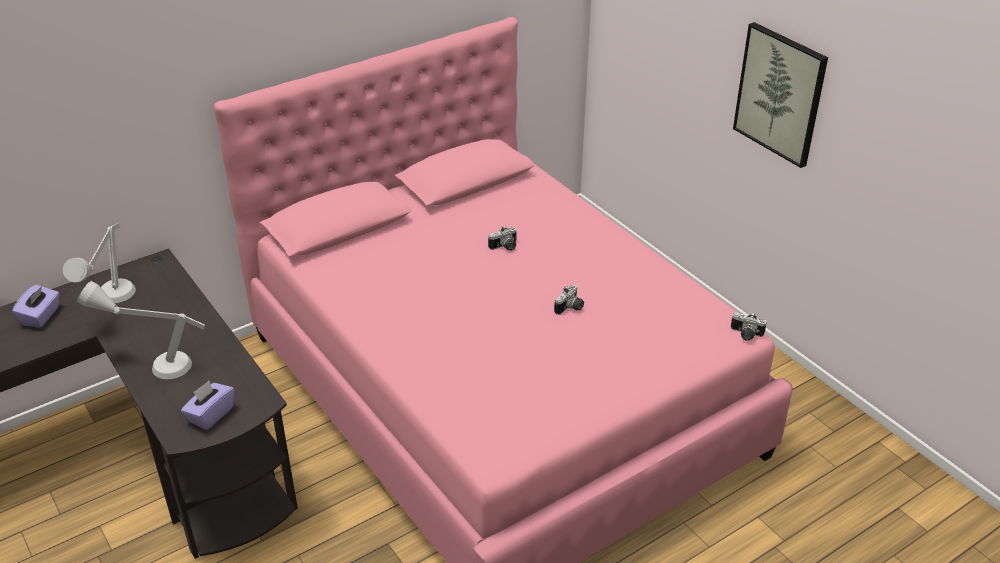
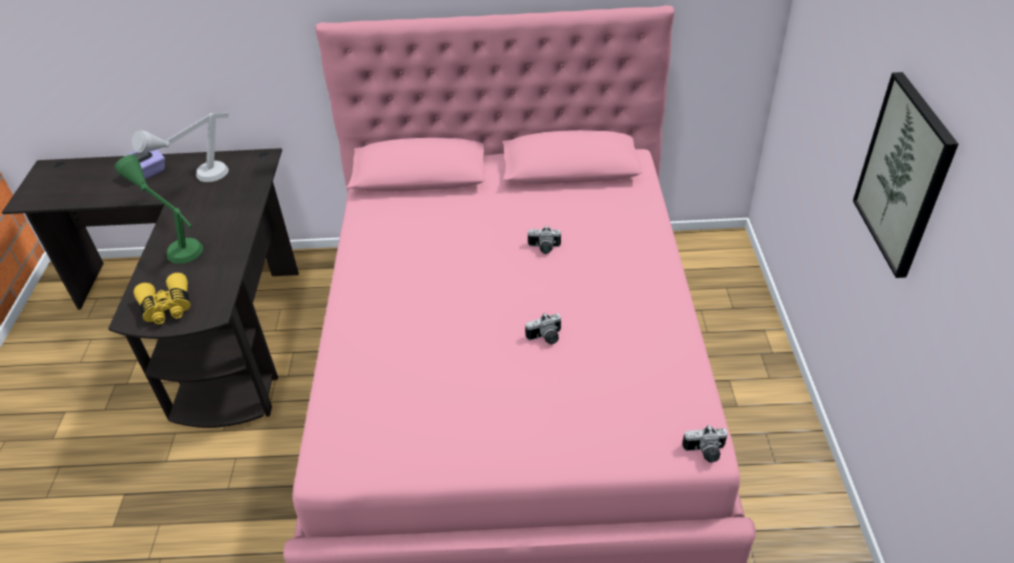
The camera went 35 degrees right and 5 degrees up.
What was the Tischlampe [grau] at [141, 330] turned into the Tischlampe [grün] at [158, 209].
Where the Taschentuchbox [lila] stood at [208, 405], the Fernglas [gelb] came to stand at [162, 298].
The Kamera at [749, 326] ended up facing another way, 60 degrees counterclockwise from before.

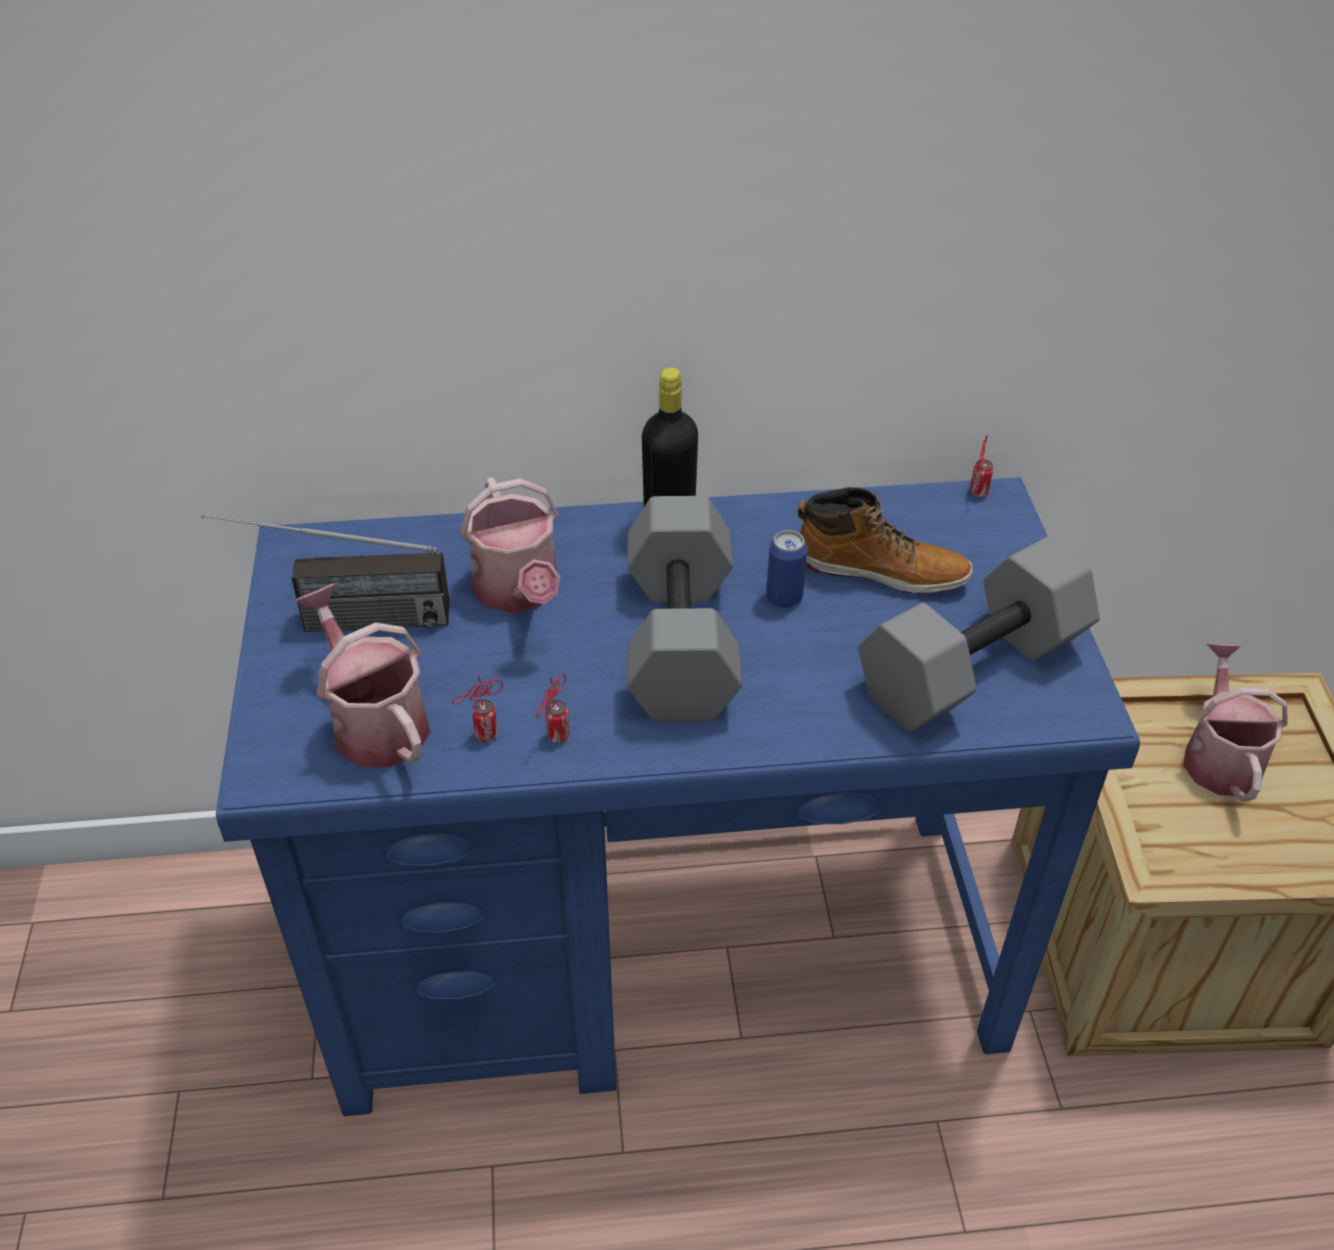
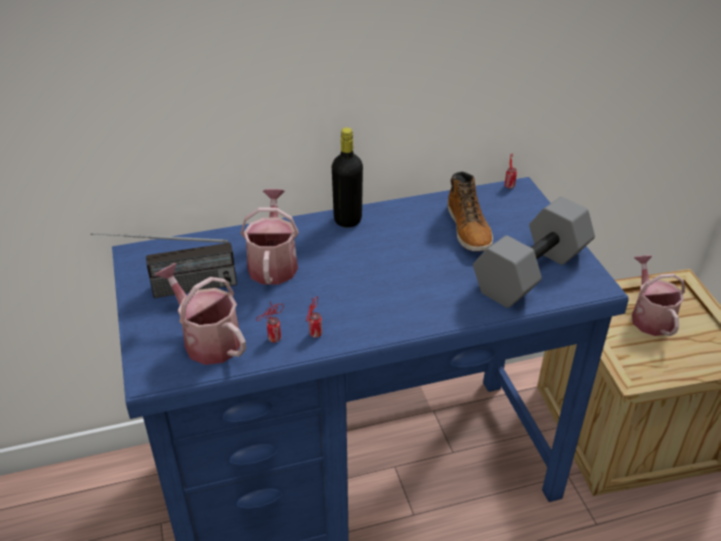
The camera went 10 degrees left and 5 degrees down.
The Gießkanne at [510, 545] ended up facing another way, 150 degrees counterclockwise from before.
The second view lost the Hantel [grau] at [684, 609].
The second view lost the Dose at [786, 569].
The Stiefel at [885, 540] ended up facing another way, 75 degrees clockwise from before.

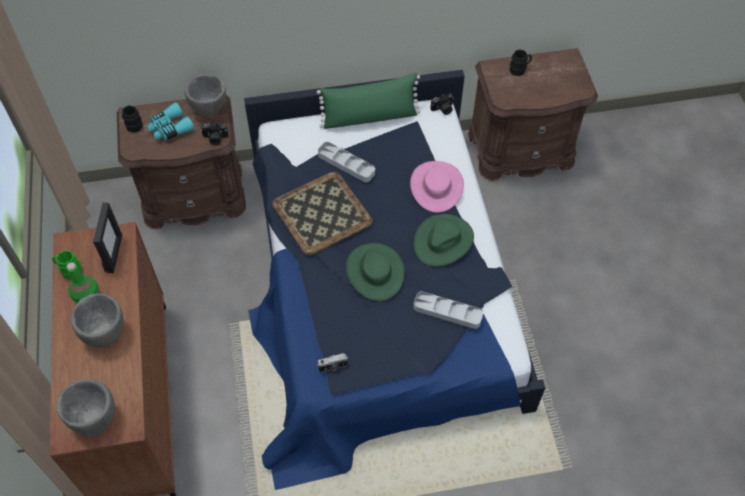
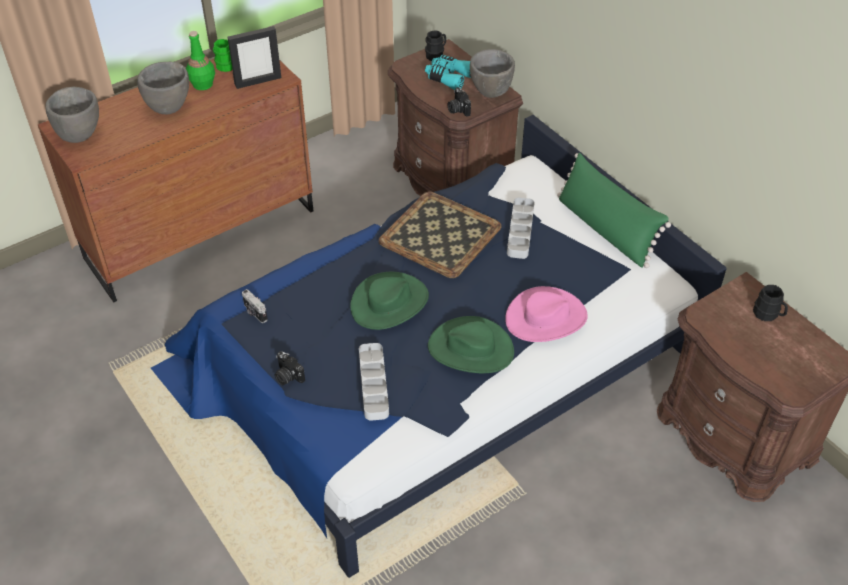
The camera went 65 degrees right and 10 degrees down.
The Kamera ended up elsewhere, having gone from [442, 104] to [289, 368].

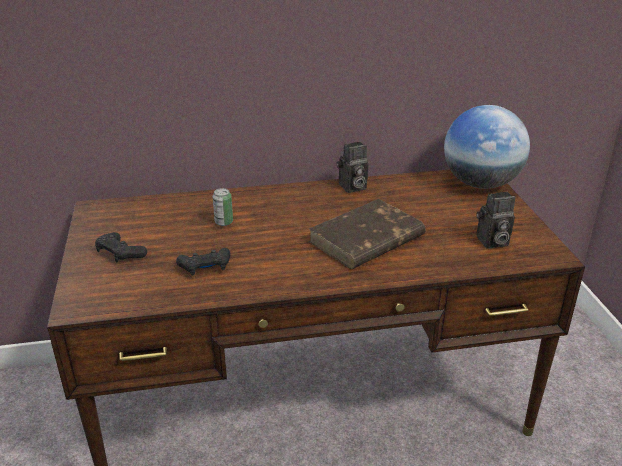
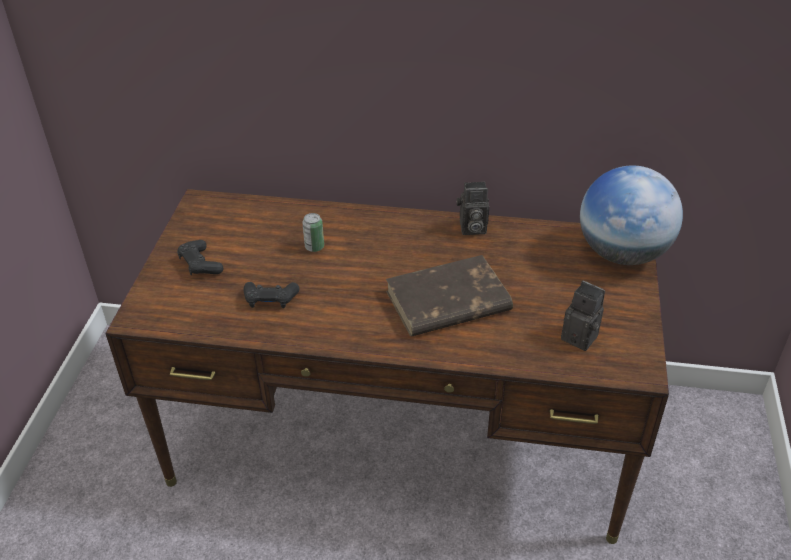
The camera went 20 degrees right and 10 degrees up.
The Kamera at [496, 220] ended up facing another way, 150 degrees counterclockwise from before.

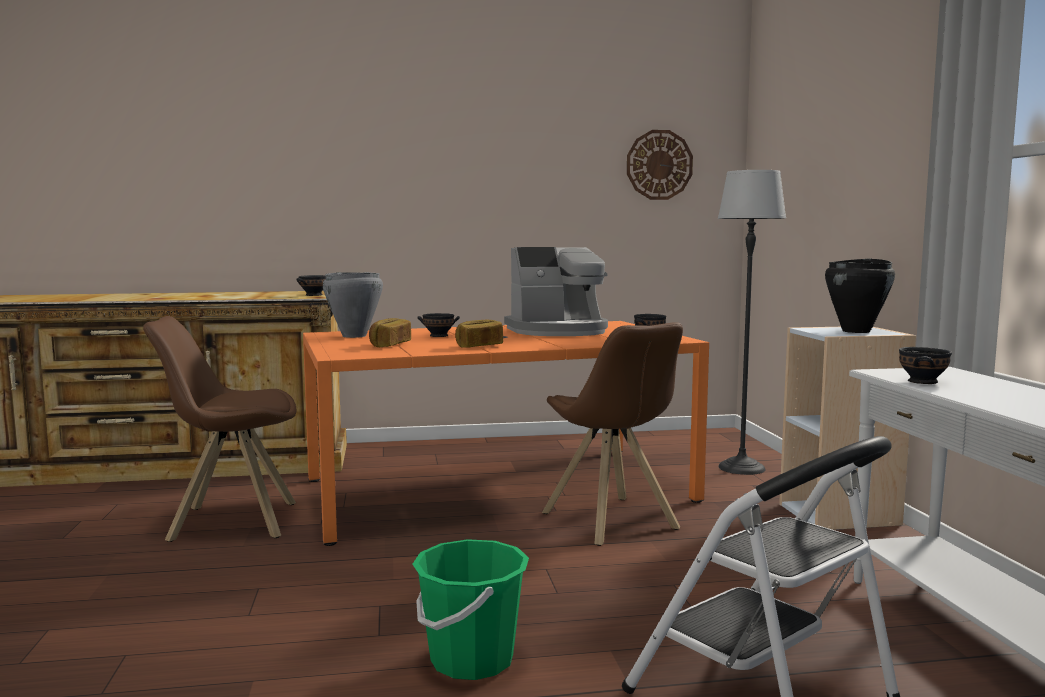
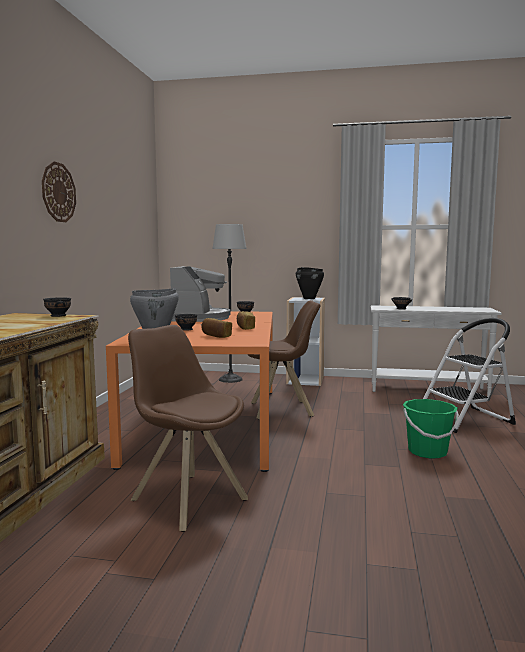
The camera went 70 degrees left and 0 degrees up.
The Stuhl [braun] at [219, 429] ended up facing another way, 120 degrees clockwise from before.
The Wanduhr ended up elsewhere, having gone from [660, 165] to [59, 191].

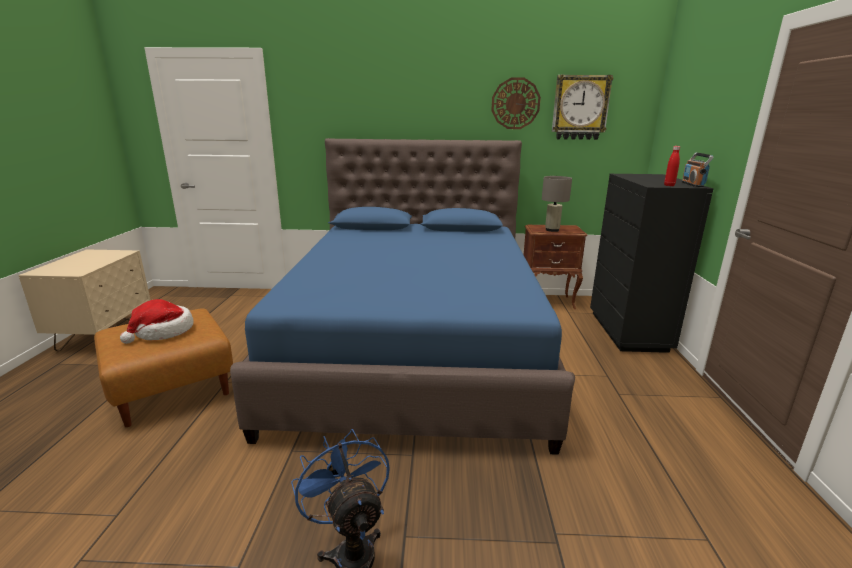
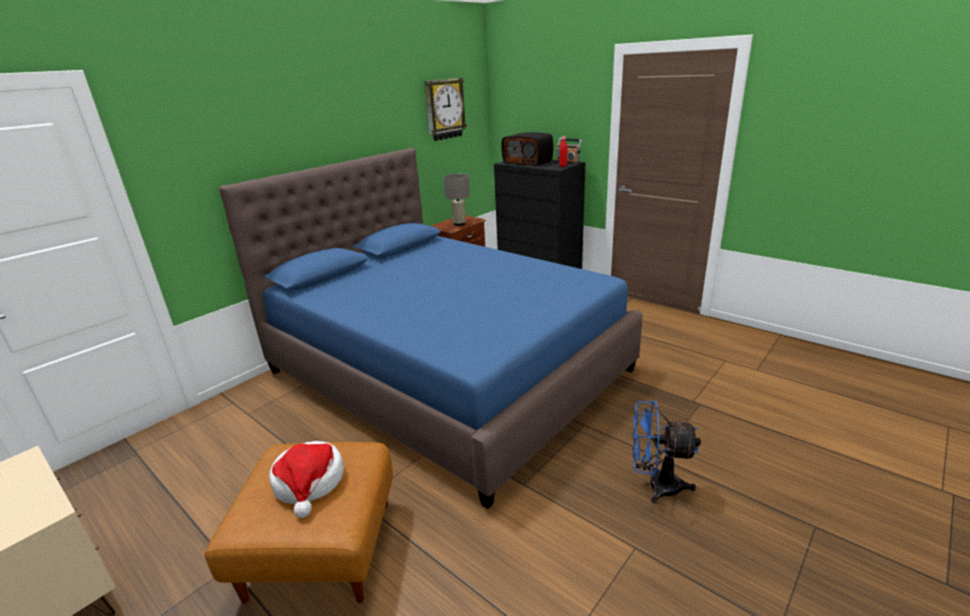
The camera went 50 degrees left and 5 degrees up.
The second view lost the Wanduhr at [516, 103].
The second view gained the Radio at [527, 149].

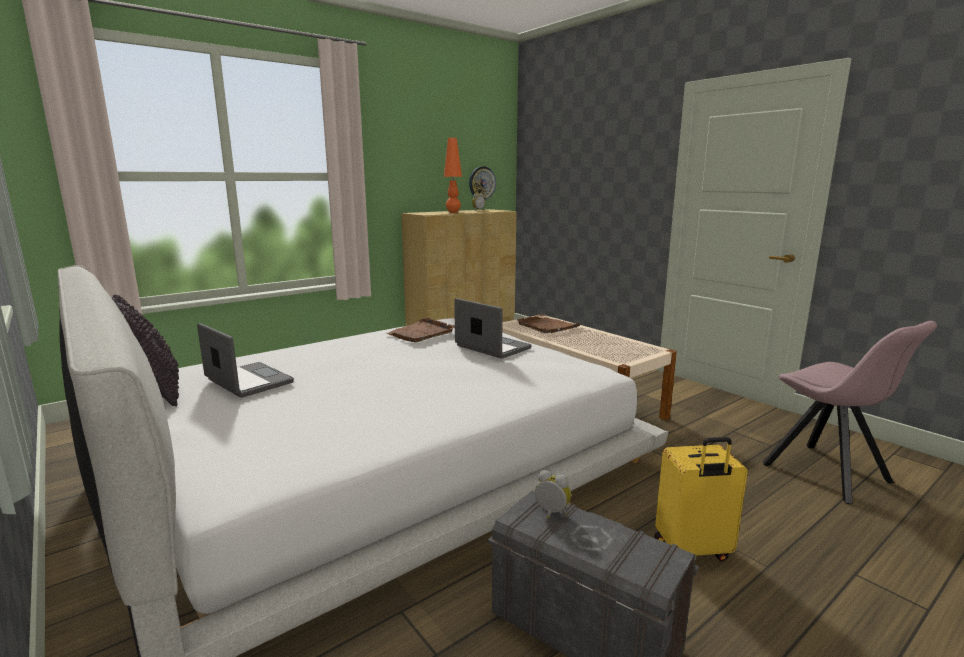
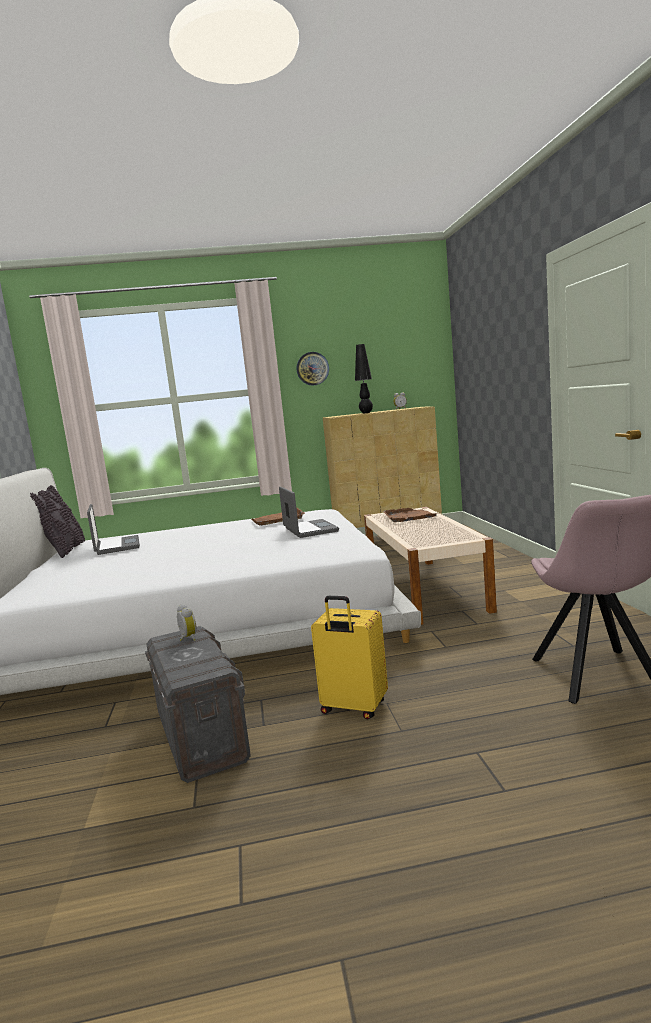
The camera went 30 degrees right and 5 degrees down.
What was the Tischlampe [orange] at [453, 175] turned into the Tischlampe [schwarz] at [364, 379].
The Wanduhr ended up elsewhere, having gone from [482, 183] to [313, 369].

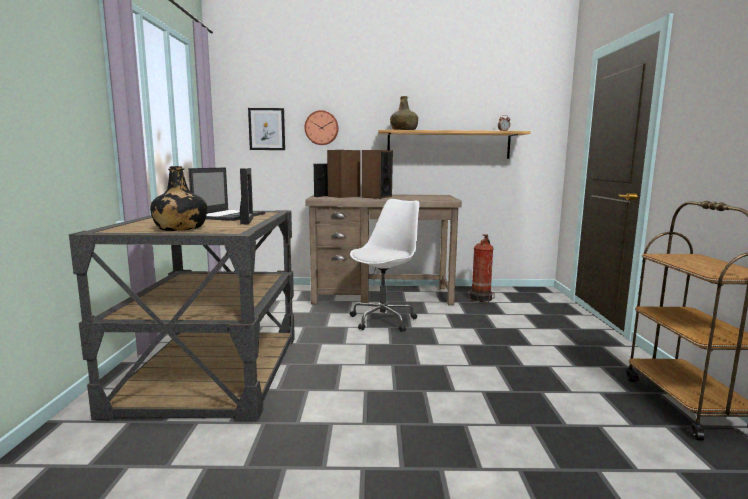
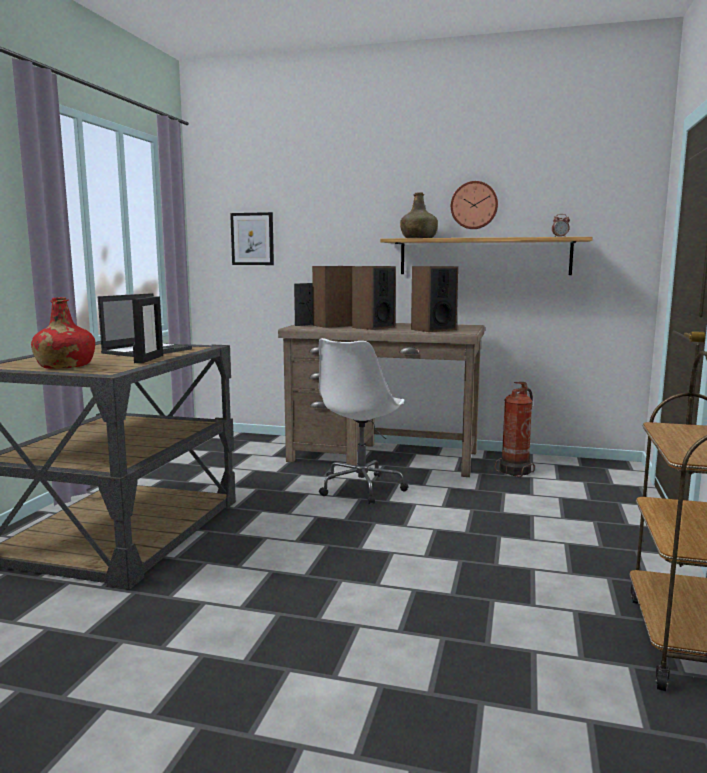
The camera went 15 degrees right and 0 degrees up.
What was the Flasche [schwarz] at [178, 198] turned into the Flasche [rot] at [63, 333].
The Wanduhr ended up elsewhere, having gone from [322, 127] to [474, 205].
The Bürostuhl [weiß] at [384, 265] ended up facing another way, 150 degrees clockwise from before.
The second view gained the Lautsprecher at [434, 299].

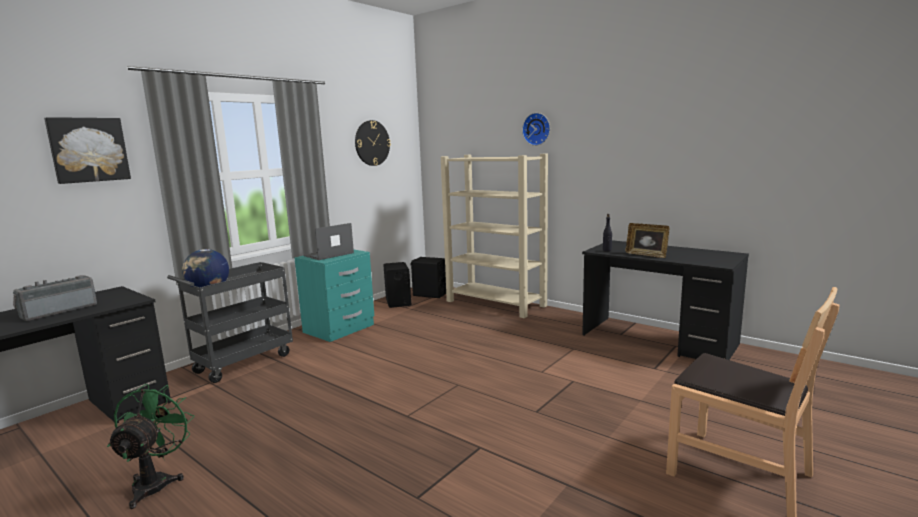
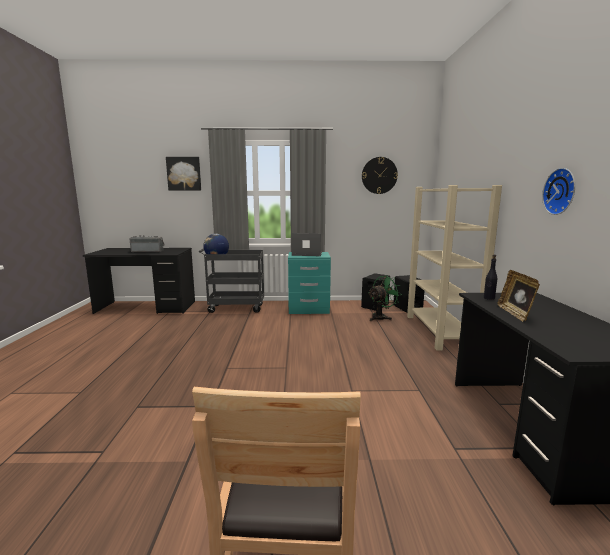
The camera went 50 degrees right and 0 degrees up.
The Ventilator [grün] ended up elsewhere, having gone from [151, 446] to [385, 298].
The Wanduhr ended up elsewhere, having gone from [536, 129] to [558, 191].

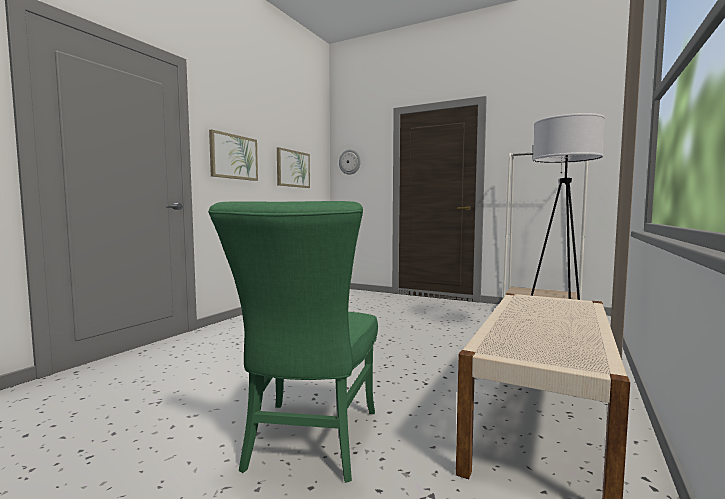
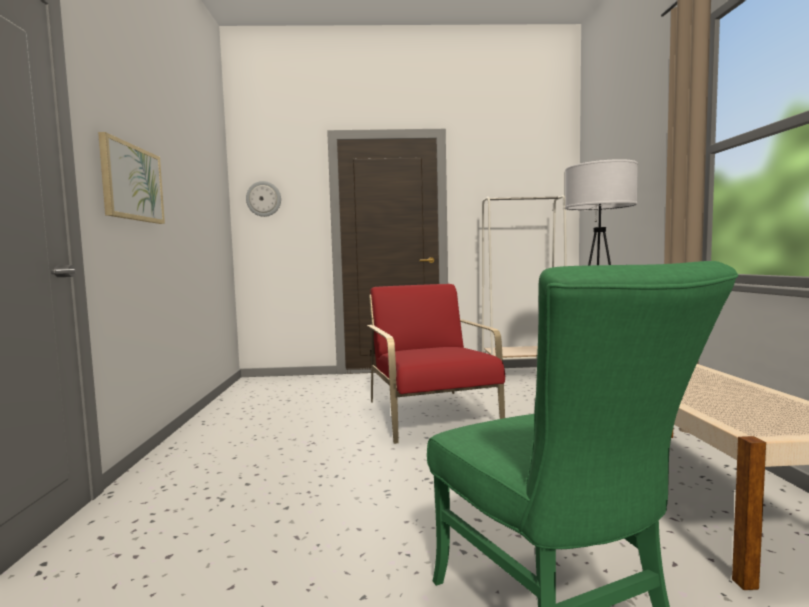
The camera went 30 degrees left and 0 degrees up.
The second view lost the Bild at [293, 167].
The second view gained the Sessel [rot] at [436, 364].

